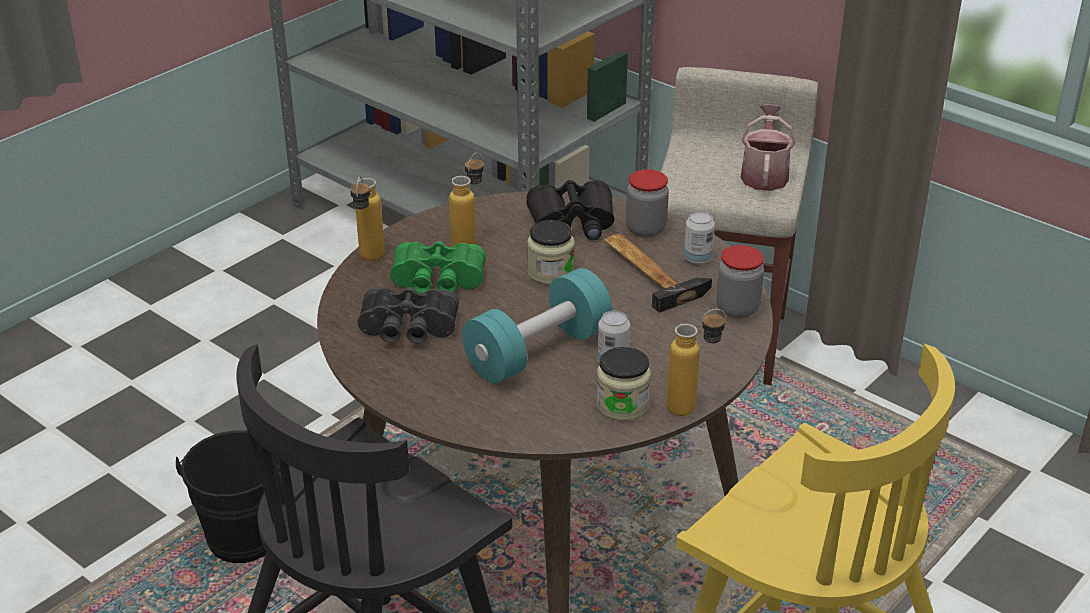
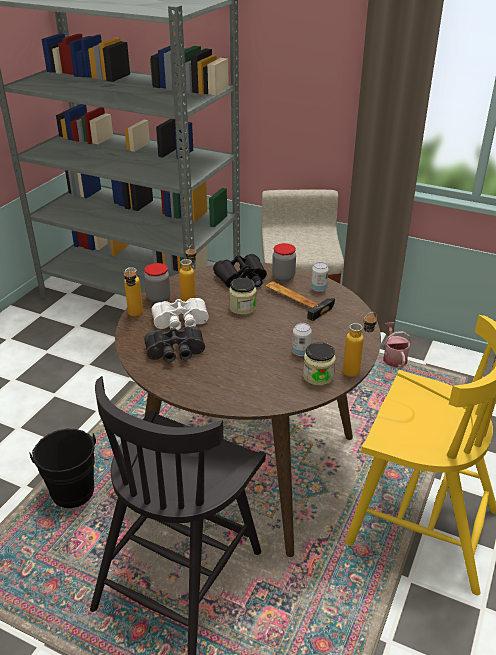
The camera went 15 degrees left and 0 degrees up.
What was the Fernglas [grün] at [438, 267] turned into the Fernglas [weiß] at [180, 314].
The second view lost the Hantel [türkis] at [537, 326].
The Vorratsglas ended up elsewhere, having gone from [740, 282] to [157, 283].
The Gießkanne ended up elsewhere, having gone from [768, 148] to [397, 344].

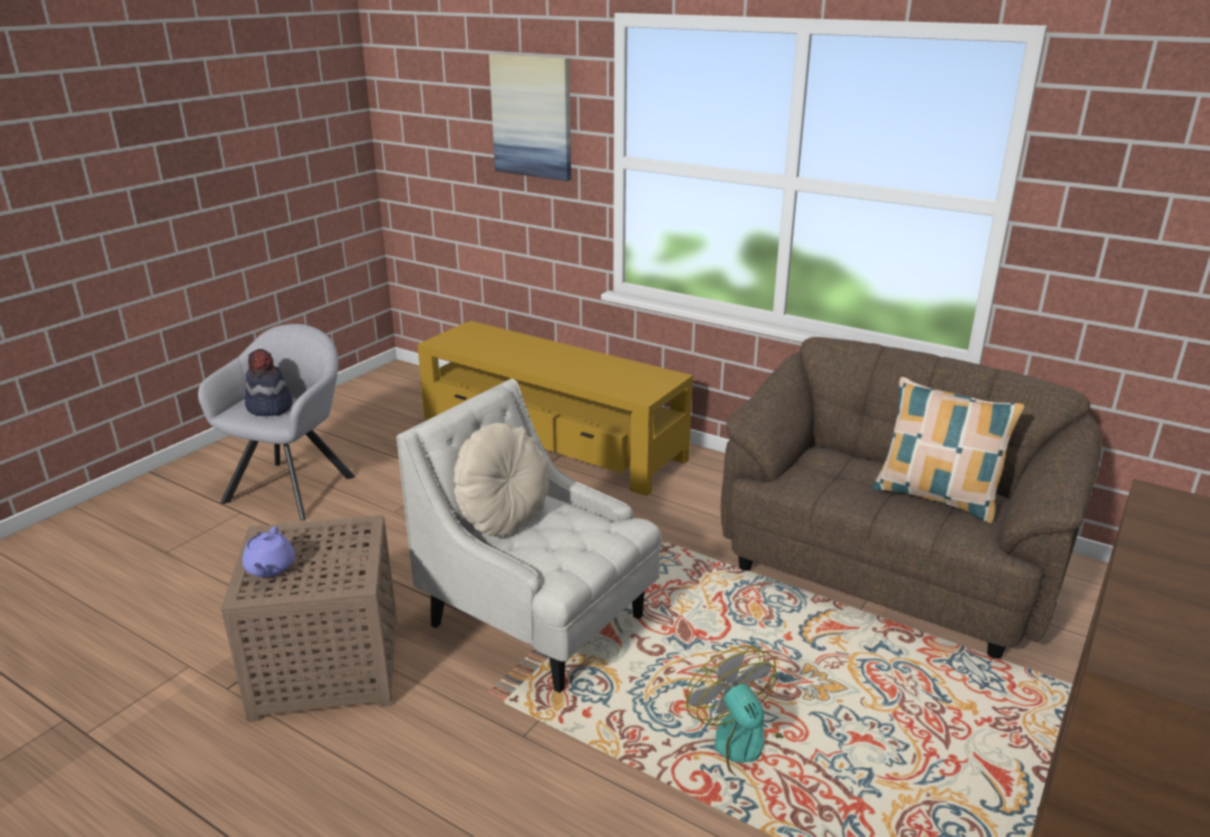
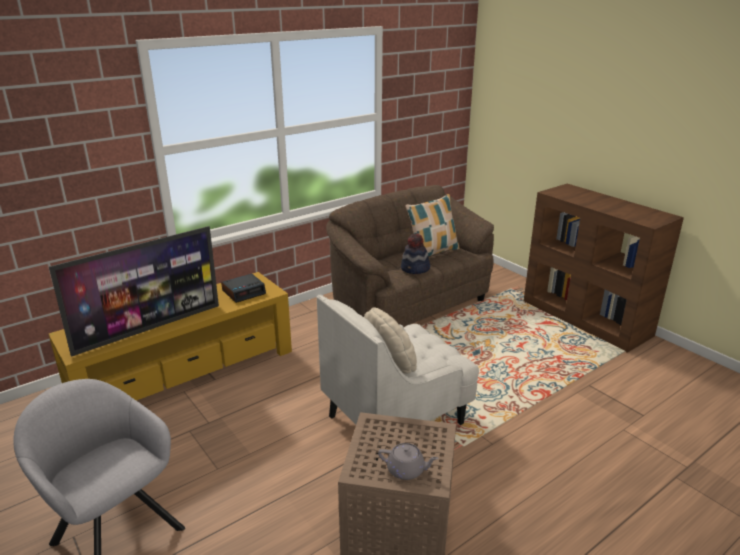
The camera went 70 degrees left and 0 degrees up.
What was the Teekanne [lila] at [268, 551] turned into the Teekanne [grau] at [408, 461].
The Hut ended up elsewhere, having gone from [269, 382] to [415, 253].
The second view lost the Bild at [530, 117].
The second view lost the Ventilator at [735, 717].
The second view gained the Fernseher at [134, 291].
The second view gained the Wecker at [243, 288].

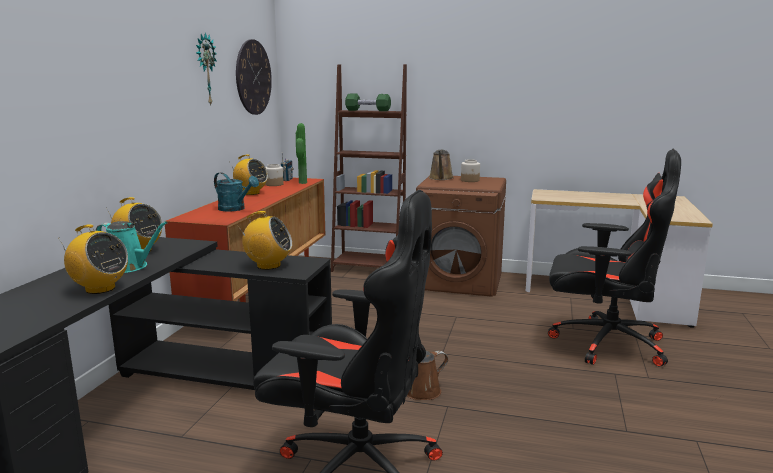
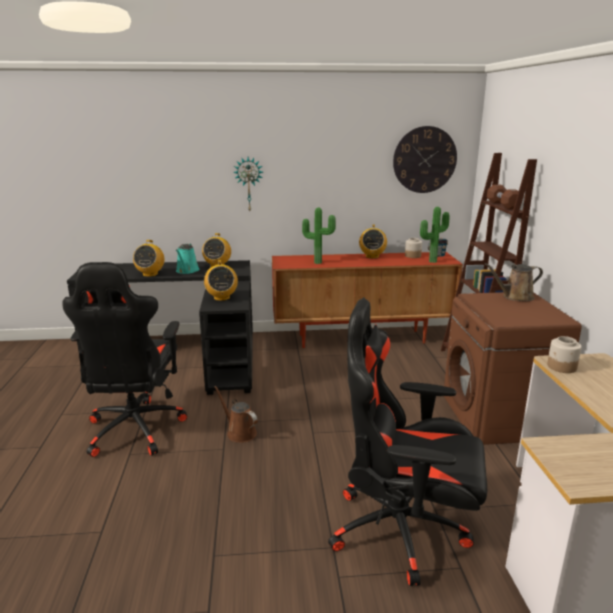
The camera went 70 degrees right and 5 degrees up.
The Wanduhr ended up elsewhere, having gone from [206, 69] to [248, 184].
Where the Gießkanne [türkis] stood at [236, 192], the Topfpflanze came to stand at [319, 236].
What was the Hantel [grün] at [368, 102] turned into the Hantel [braun] at [503, 197].
The Vorratsglas ended up elsewhere, having gone from [470, 170] to [564, 354].
The Bürostuhl [schwarz] at [614, 257] ended up facing another way, 105 degrees clockwise from before.

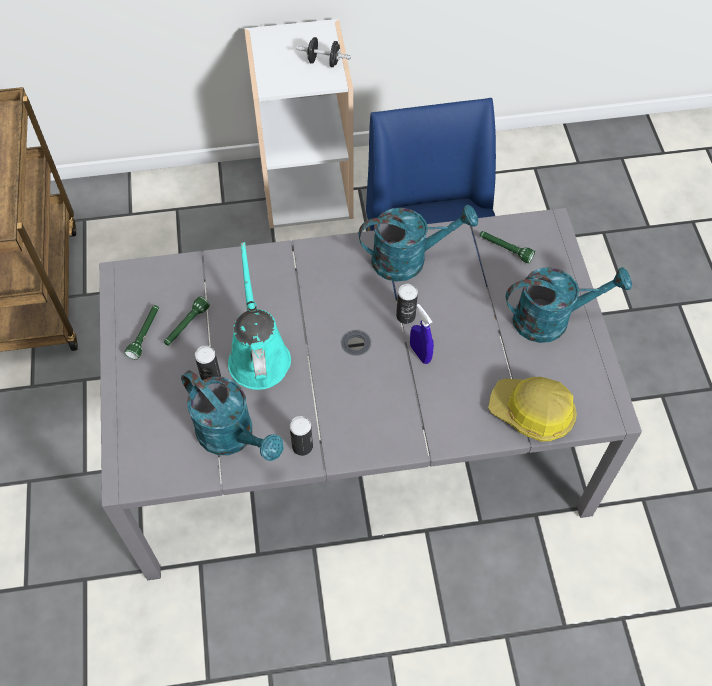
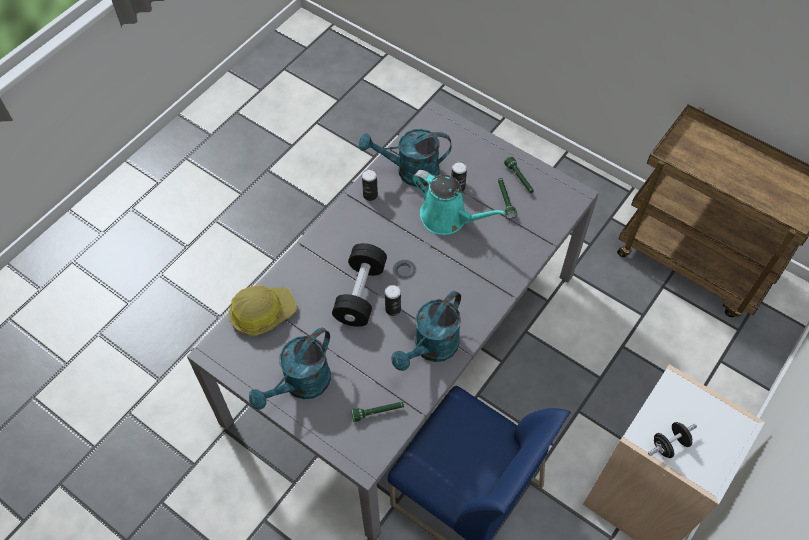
The camera went 135 degrees right and 0 degrees up.
Where the Sprühflasche [blau] stood at [422, 334], the Hantel [schwarz] came to stand at [359, 285].

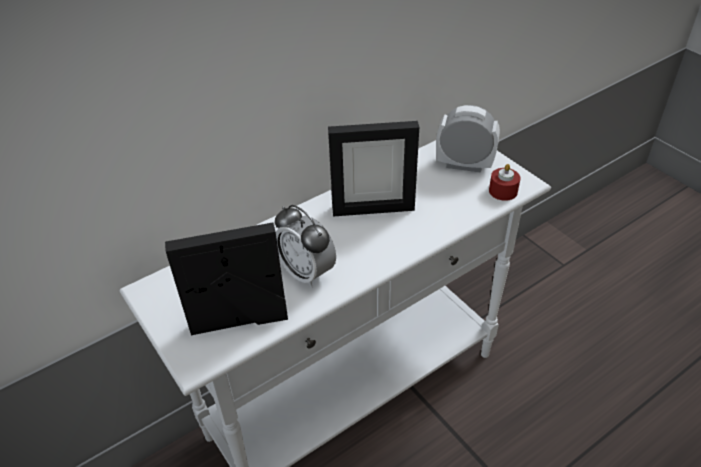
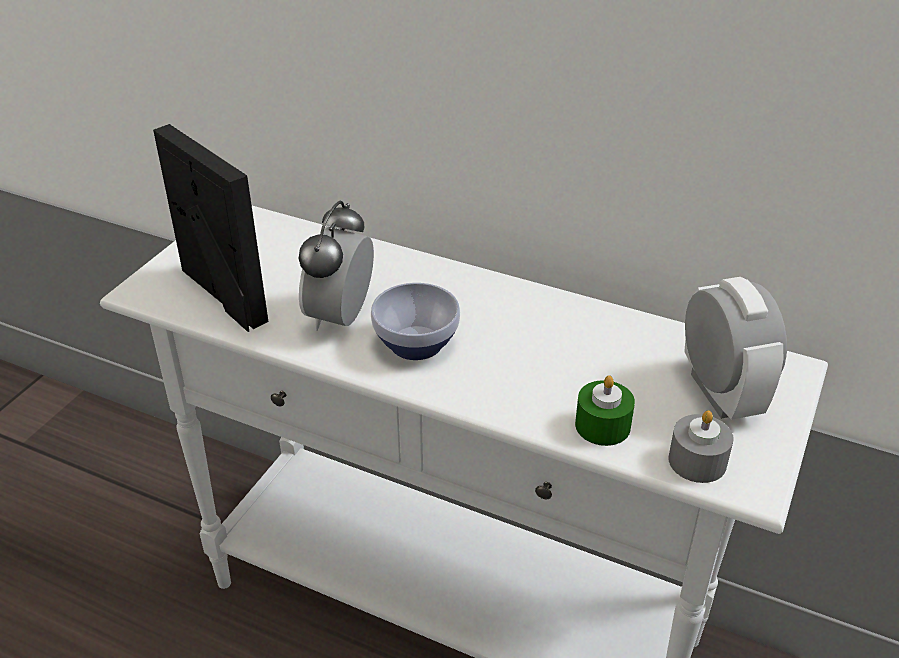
The camera went 60 degrees right and 5 degrees down.
The second view lost the Bilderrahmen at [373, 169].
What was the Kerze [rot] at [505, 182] turned into the Kerze [grau] at [701, 446].
The second view gained the Schüssel at [415, 321].
The second view gained the Kerze [grün] at [605, 410].

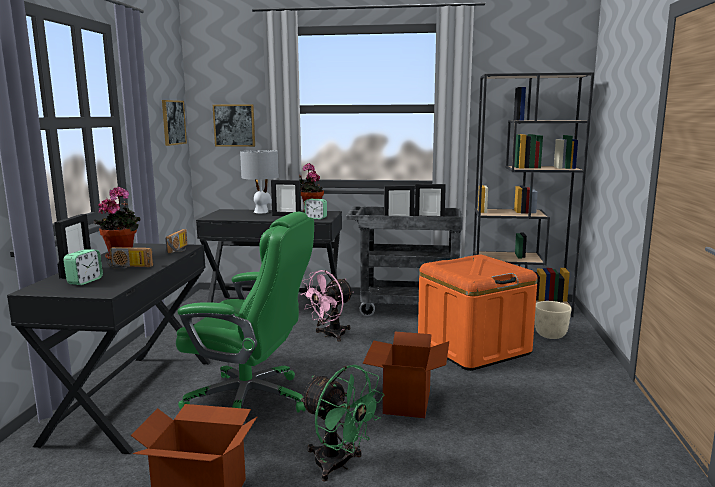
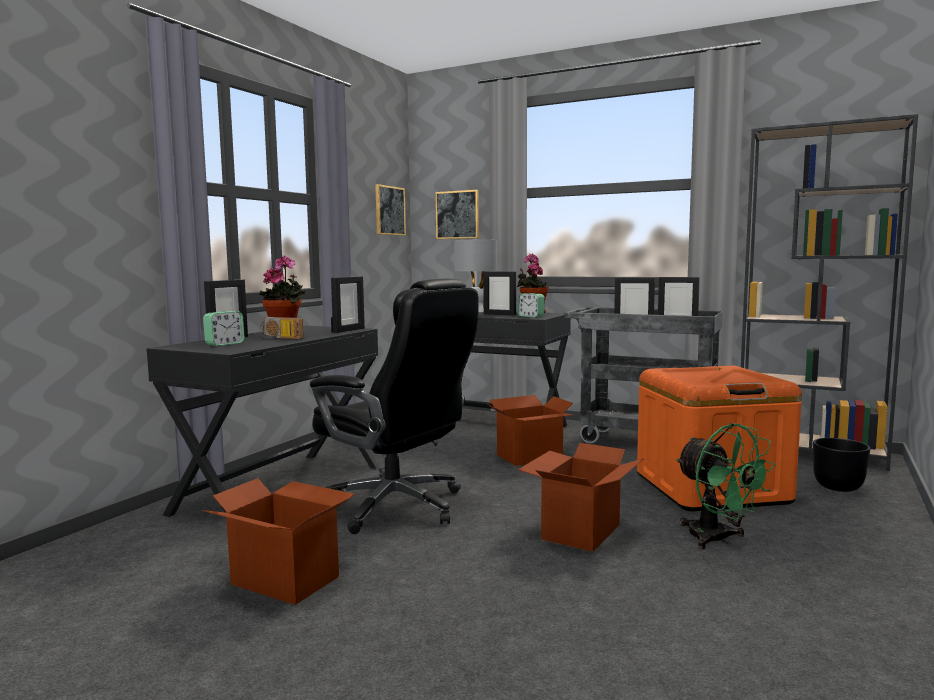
The camera went 20 degrees right and 5 degrees down.
Where the Radio stood at [176, 241], the Bilderrahmen came to stand at [348, 304].
What was the Bürostuhl [grün] at [245, 312] turned into the Bürostuhl [schwarz] at [394, 406].
Where the Ventilator [rosa] stood at [327, 306], the Karton came to stand at [530, 430].
The Ventilator [grün] ended up elsewhere, having gone from [342, 423] to [726, 486].
What was the Pflanzkübel [beige] at [553, 320] turned into the Pflanzkübel [schwarz] at [841, 465].

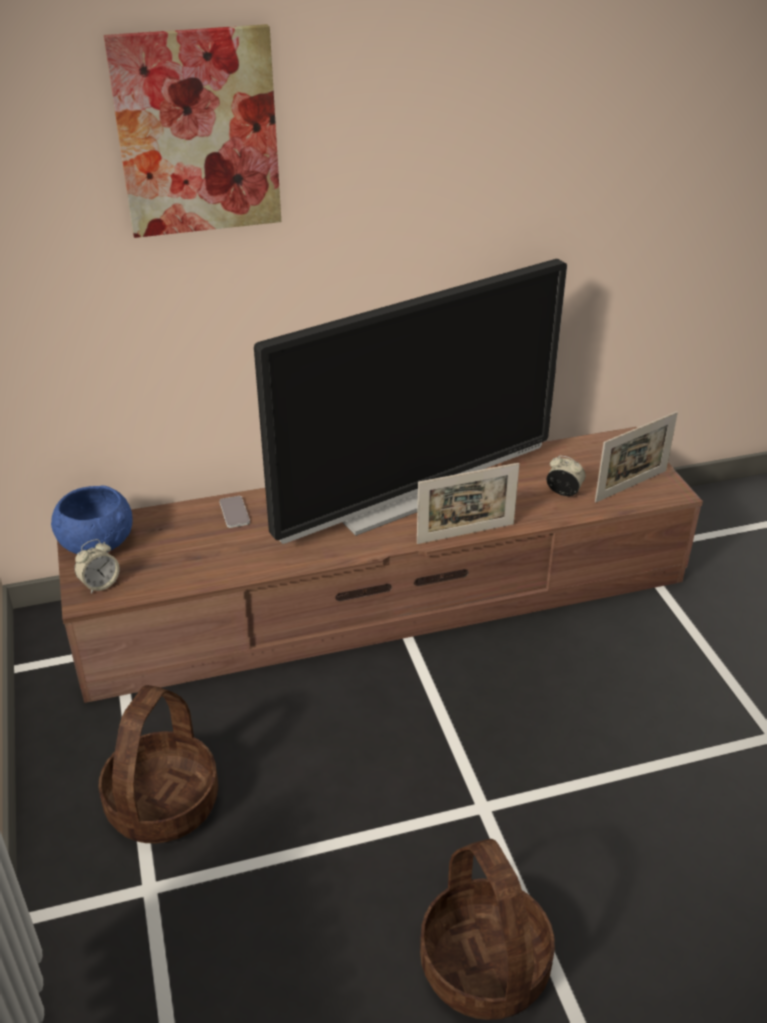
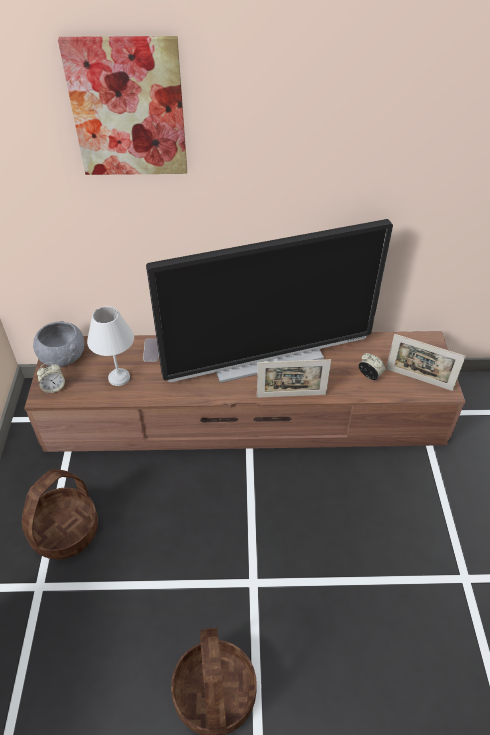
The camera went 15 degrees right and 10 degrees up.
What was the Schüssel [blau] at [92, 519] turned into the Schüssel [grau] at [58, 344].
The Bilderrahmen at [636, 456] ended up facing another way, 45 degrees clockwise from before.
The second view gained the Tischlampe [weiß] at [110, 346].

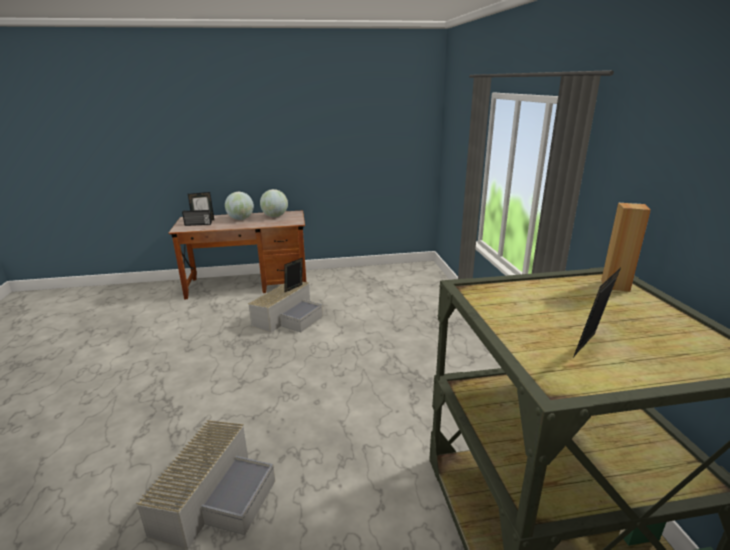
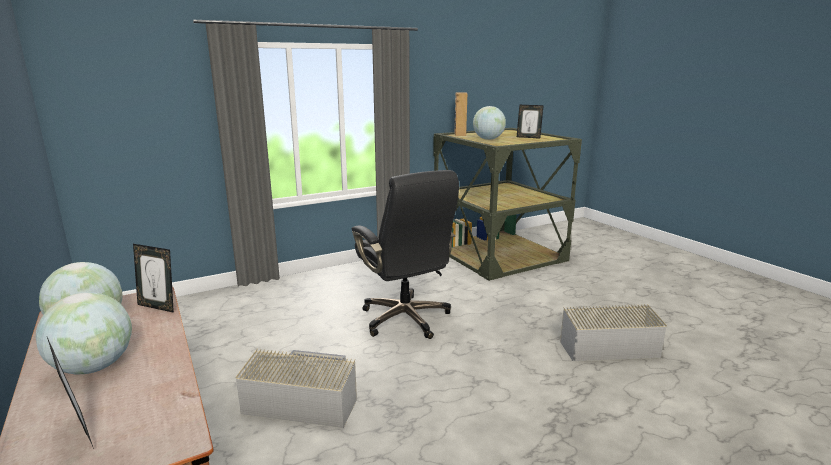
The camera went 110 degrees left and 5 degrees down.
The second view lost the Radio at [197, 218].
The Bilderrahmen ended up elsewhere, having gone from [293, 275] to [153, 278].
The second view gained the Bürostuhl [schwarz] at [405, 254].
The second view gained the Globus at [489, 123].

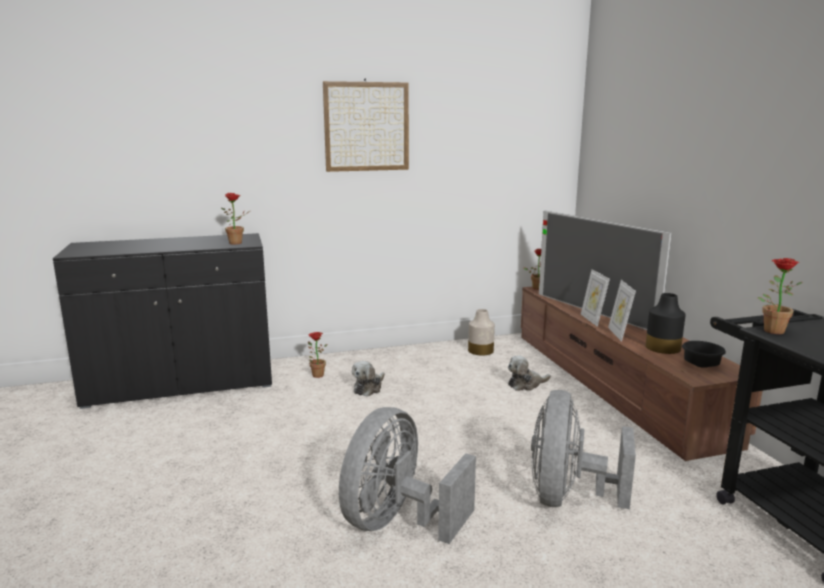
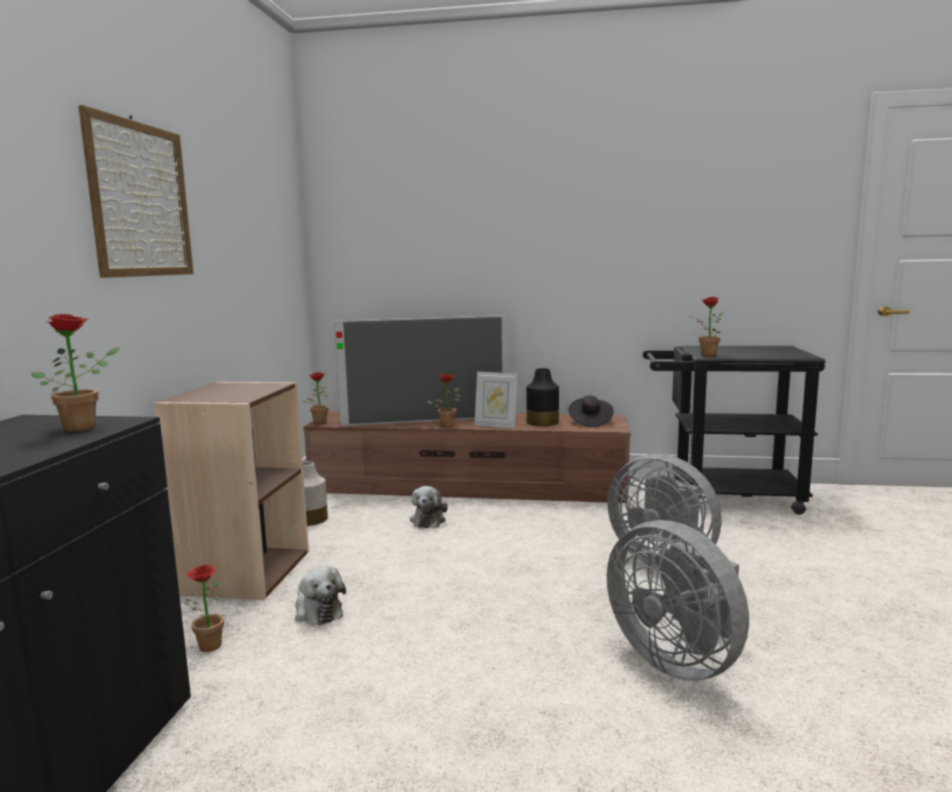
The camera went 65 degrees left and 5 degrees down.
Where the Bilderrahmen stood at [595, 298], the Topfpflanze came to stand at [444, 401].
Where the Schüssel [schwarz] stood at [704, 354], the Hut [schwarz] came to stand at [591, 411].
The second view gained the Bücherregal [braun] at [231, 491].

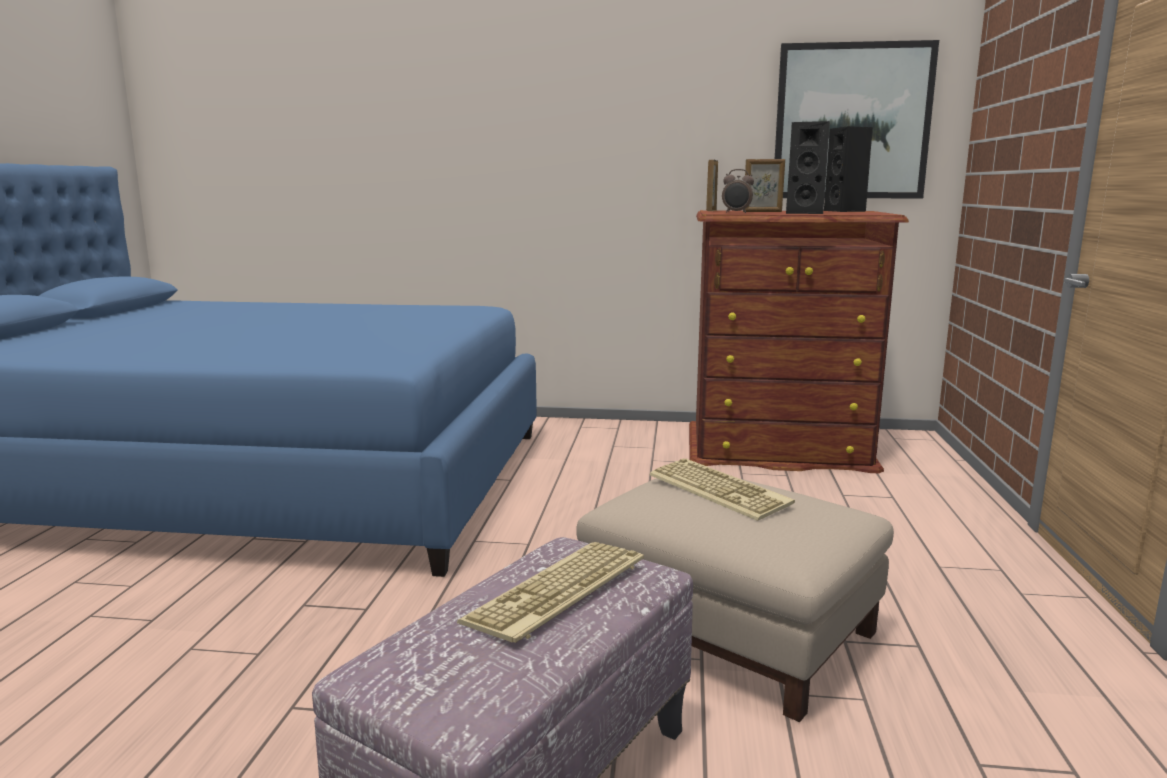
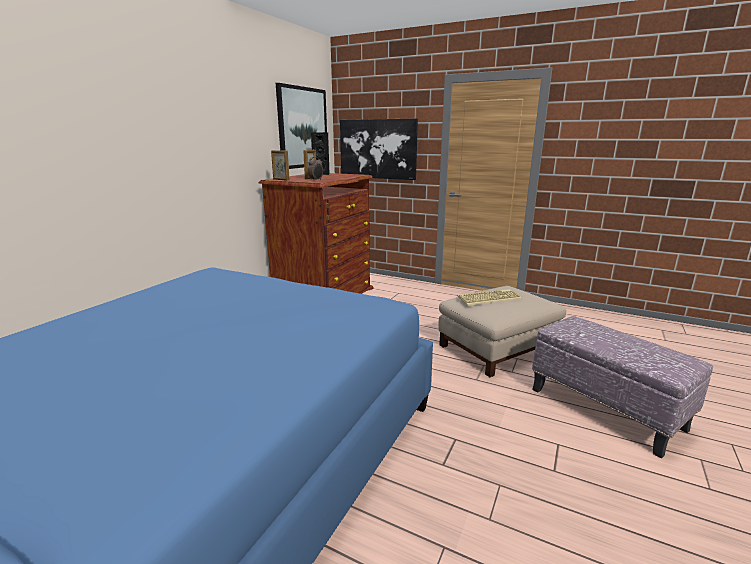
The camera went 70 degrees left and 5 degrees up.
The second view lost the Tastatur at [550, 592].
The second view lost the Lautsprecher [schwarz] at [808, 167].
The second view gained the Bild at [379, 149].

